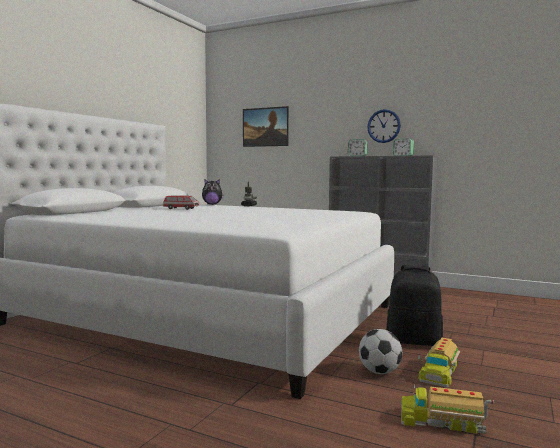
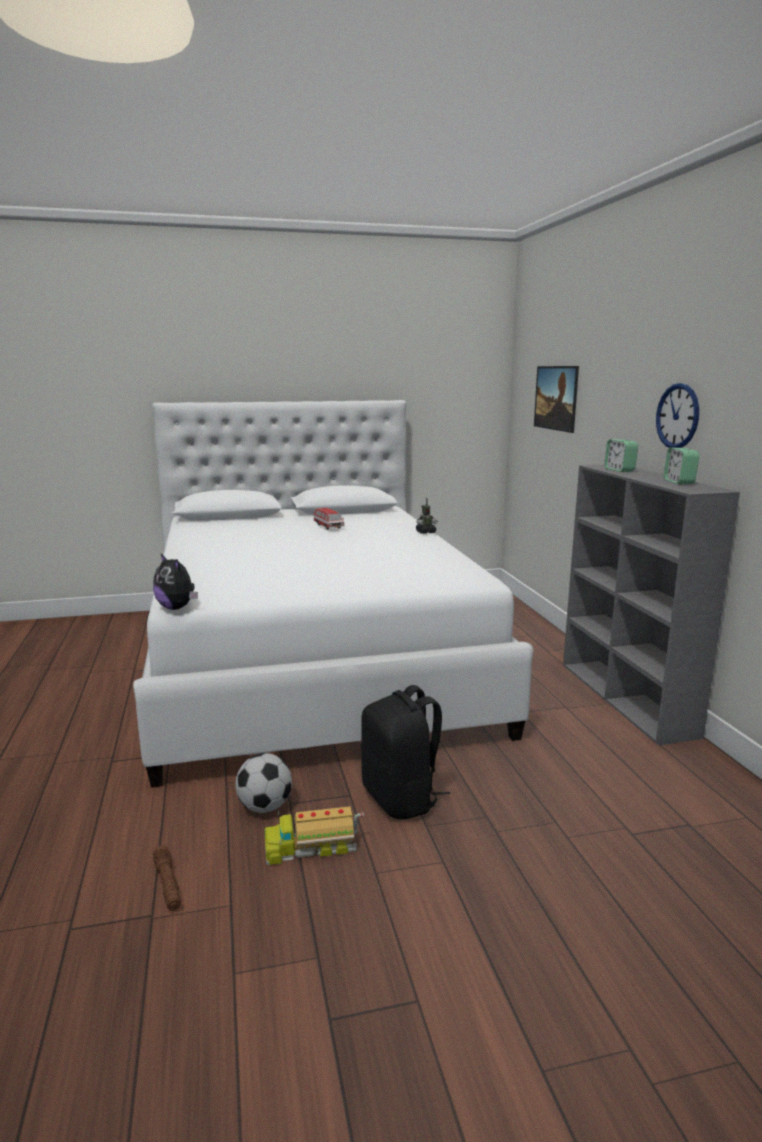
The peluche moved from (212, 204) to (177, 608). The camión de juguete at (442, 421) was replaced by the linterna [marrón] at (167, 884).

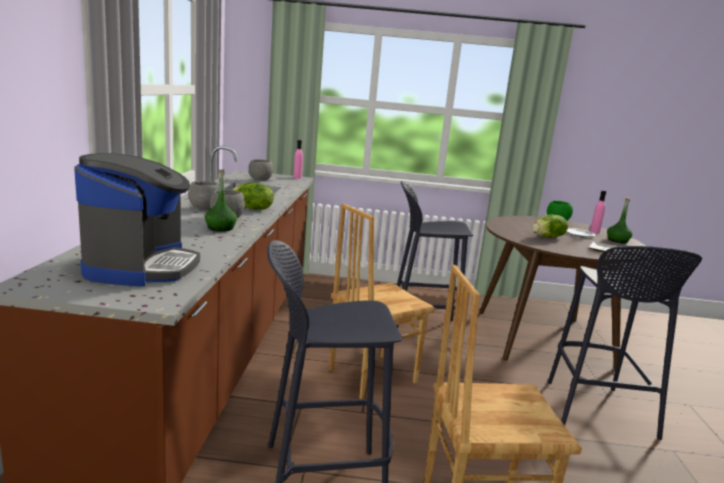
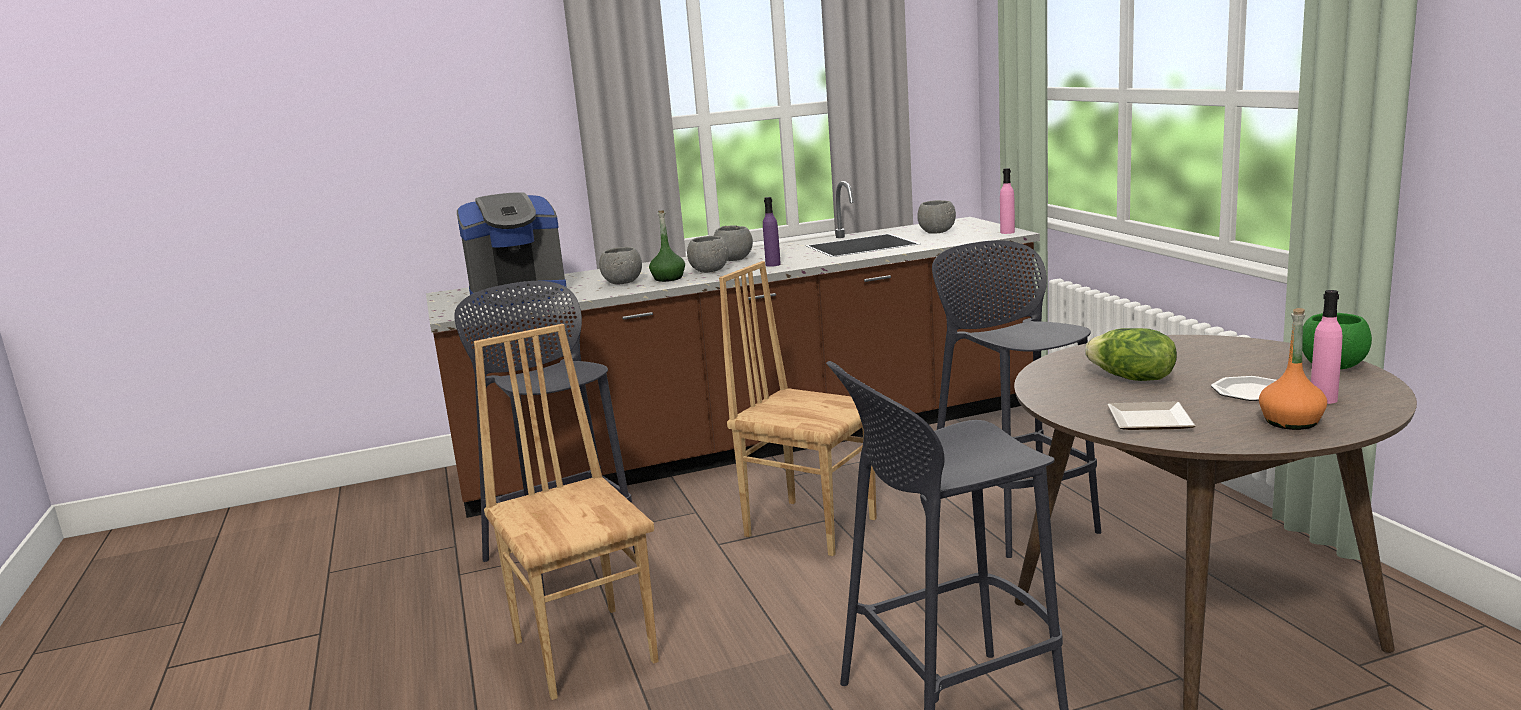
The cuenco [gris] at (623, 283) appeared. The lechuga at (252, 208) was replaced by the botella [morado] at (773, 264). The botella [verde] at (617, 241) became the botella [naranja] at (1291, 422).

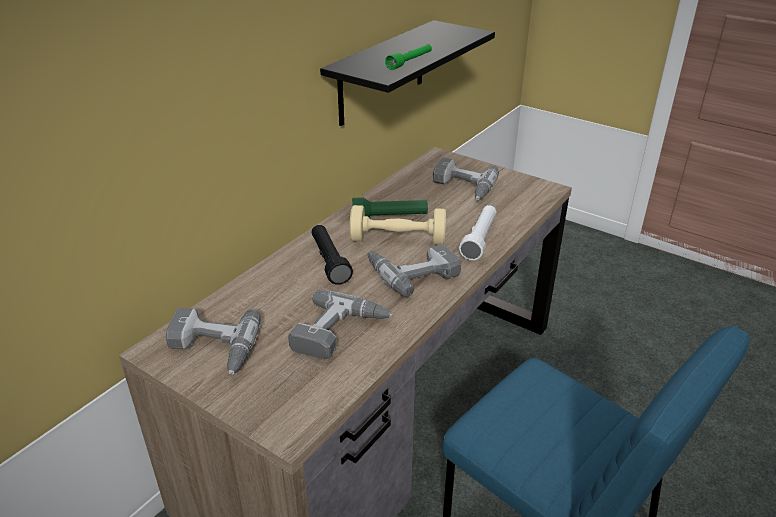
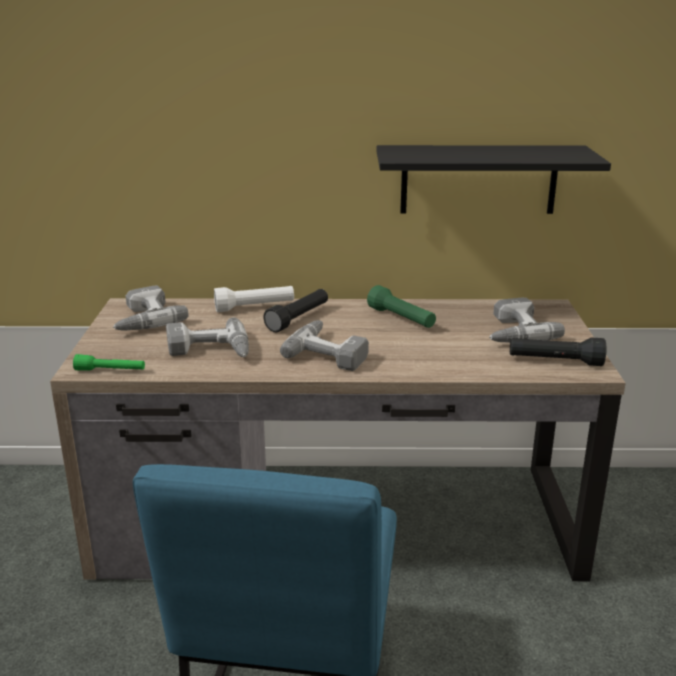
The linterna [verde] moved from (410, 62) to (110, 371). The linterna [blanco] moved from (479, 240) to (255, 307). The linterna [negro] at (555, 361) appeared. The mancuerna [beis] at (398, 240) disappeared.

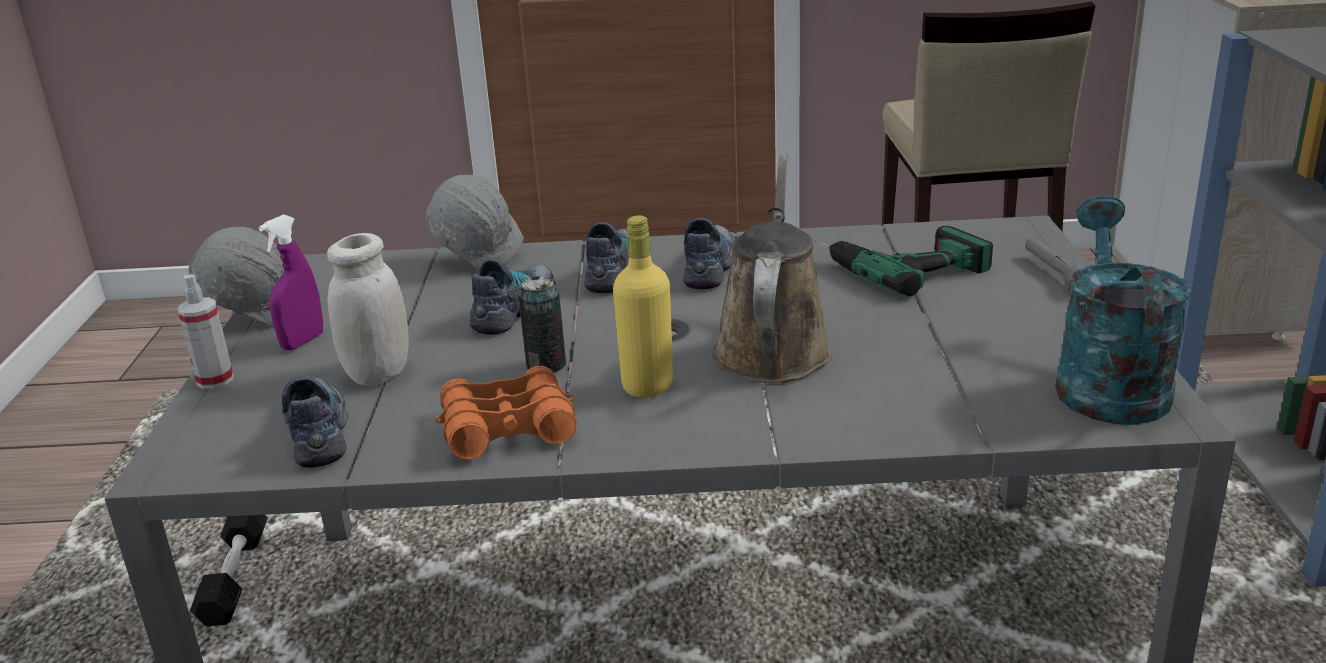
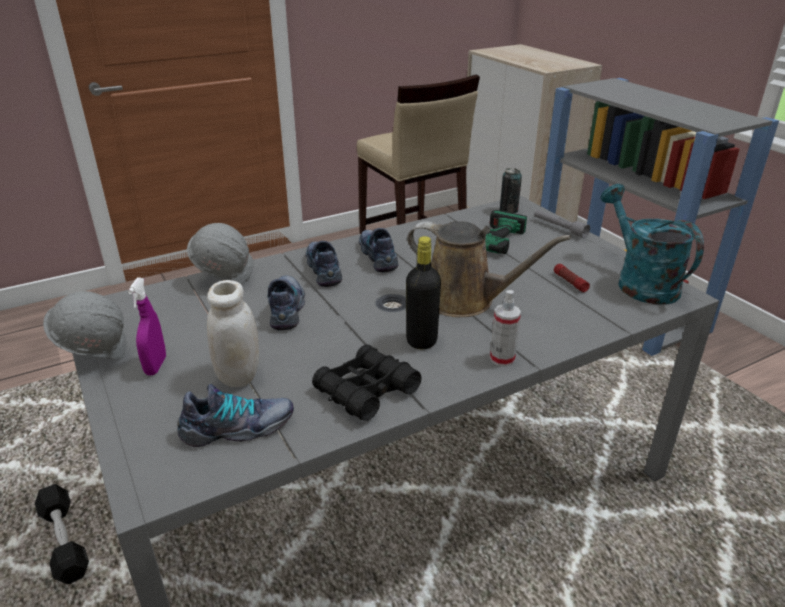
The zapato at (318, 430) turned 120 degrees clockwise. The prismáticos [naranja] at (507, 428) became the prismáticos [negro] at (366, 391). The botella [amarillo] at (647, 386) became the botella [negro] at (421, 341). The regadera [marrón] at (772, 348) turned 135 degrees clockwise. The pulverizador moved from (215, 380) to (502, 359). The lata moved from (546, 365) to (508, 210). The linterna at (569, 282) appeared.

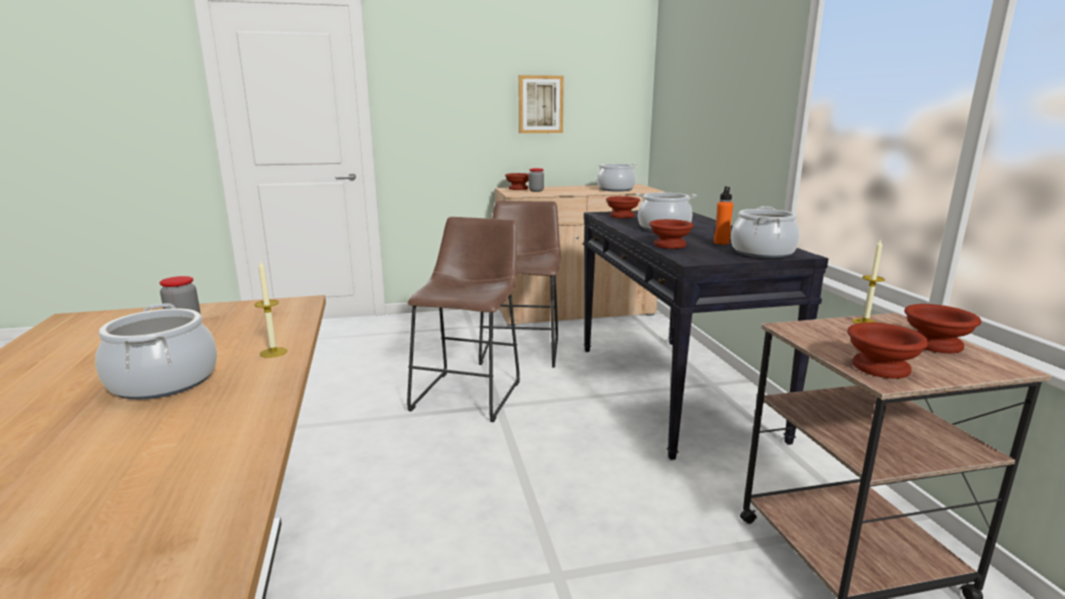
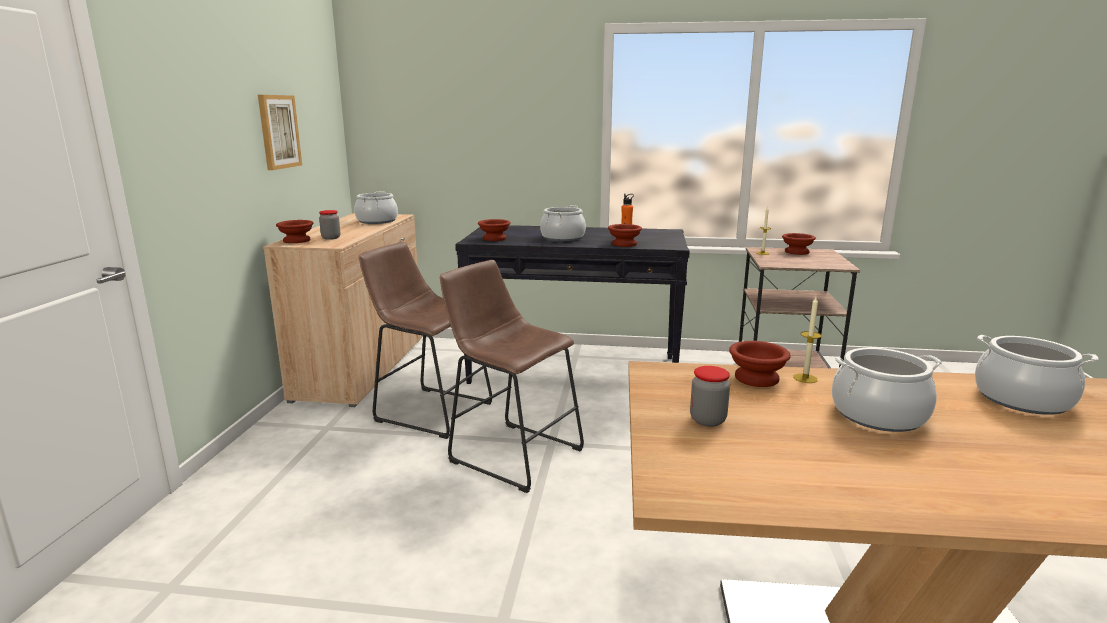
The cuenco [marrón] moved from (882, 369) to (758, 378). The olla moved from (762, 252) to (1022, 399).

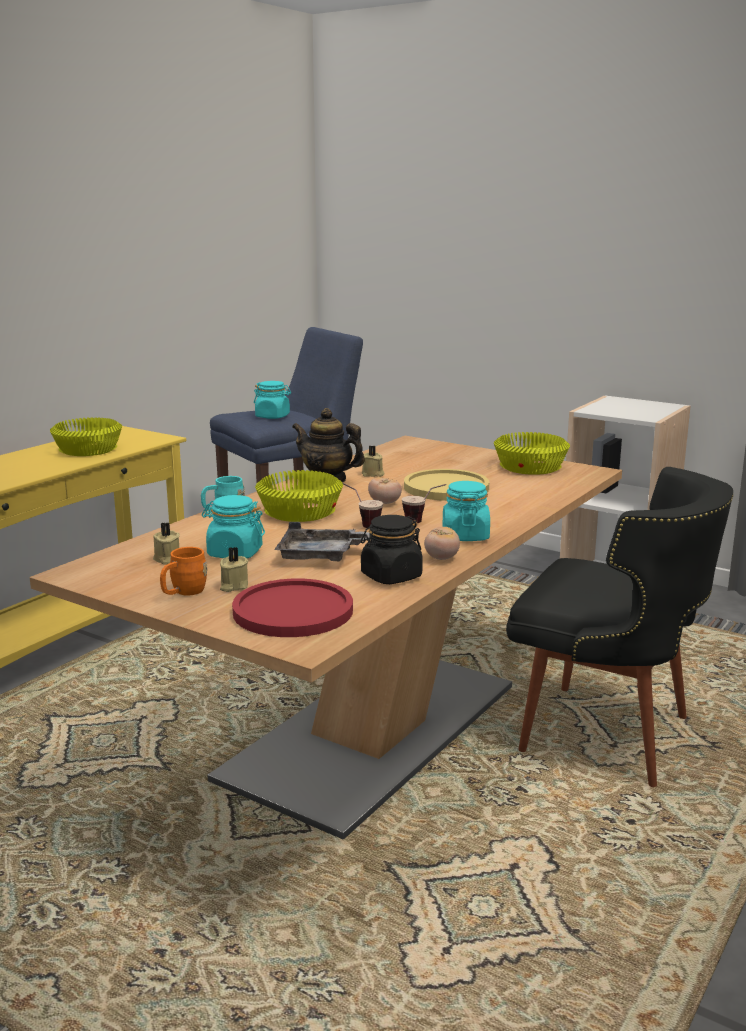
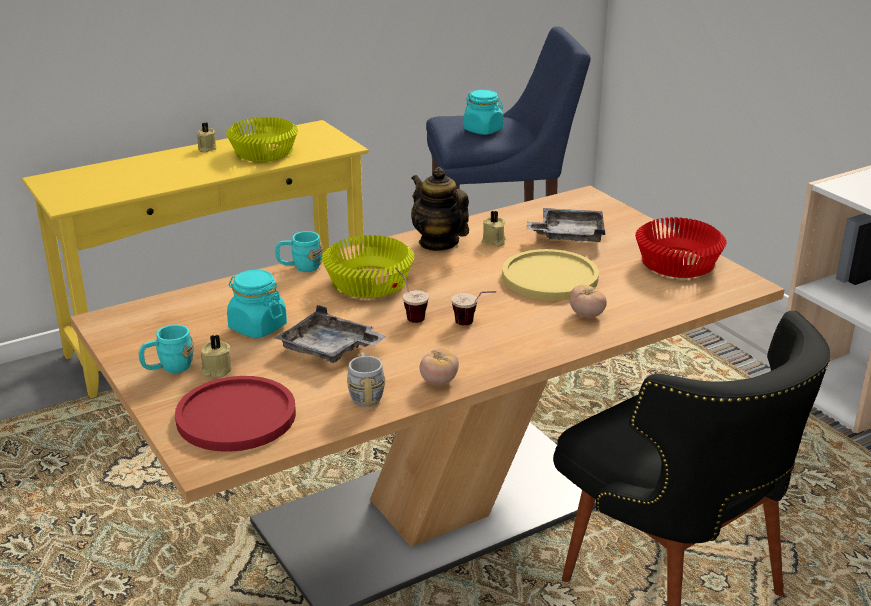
The taza grande [naranja] at (183, 593) became the taza grande [turquesa] at (168, 368). The vela [beis] moved from (167, 559) to (206, 148). The tarro [negro] at (391, 576) was replaced by the taza grande [gris] at (365, 394). The bandeja [gris] at (568, 235) appeared. The tomate moved from (384, 503) to (586, 314). The cuenco [amarillo] at (529, 467) became the cuenco [rojo] at (675, 263). The tarro [turquesa] at (465, 536) disappeared.

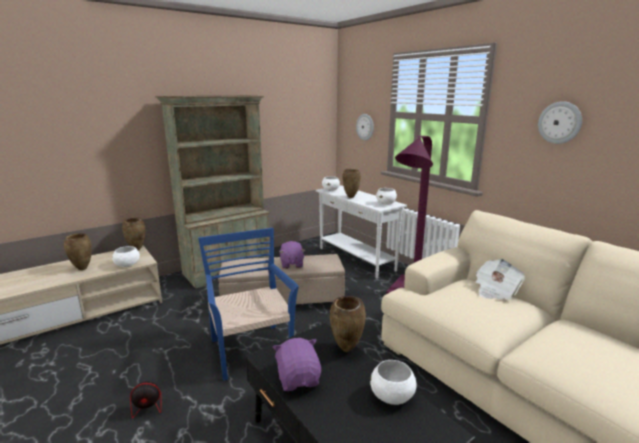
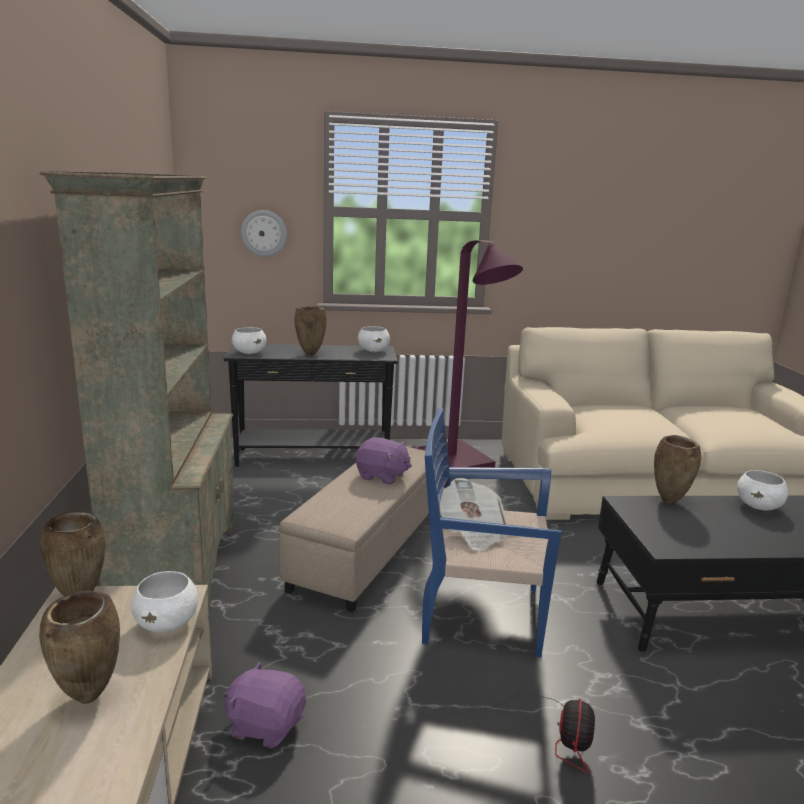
The mesa consola [blanco] at (357, 259) became the mesa consola [negro] at (314, 458). The peluche [morado] moved from (298, 379) to (265, 725). The periódico moved from (495, 290) to (472, 531). The reloj de pared at (560, 122) disappeared.

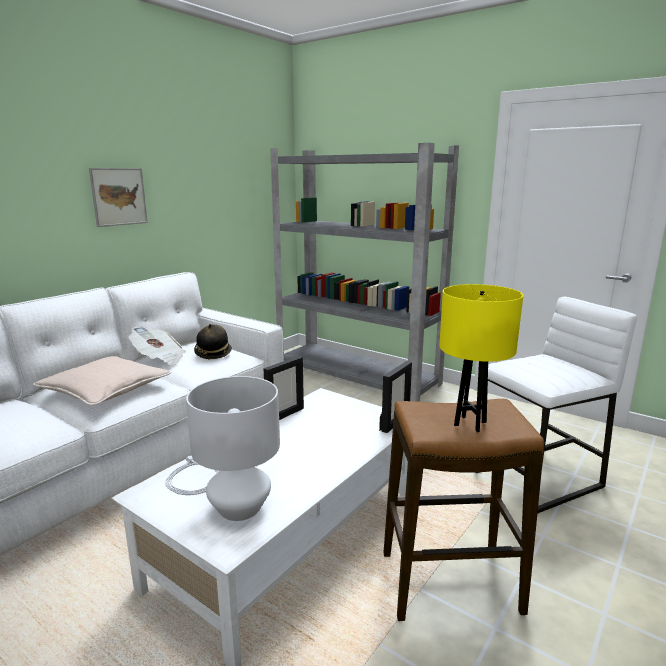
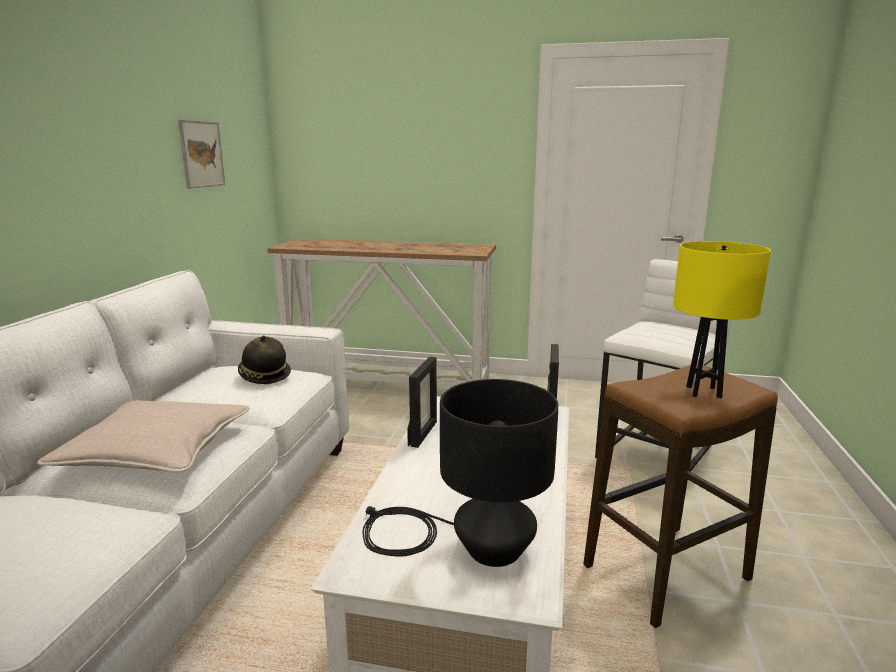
The cuadro moved from (119, 196) to (201, 154). The estantería [gris] at (356, 373) was replaced by the mesa consola at (389, 380). The lámpara de mesa [blanco] at (222, 495) became the lámpara de mesa [negro] at (456, 542). The periódico at (159, 358) disappeared.

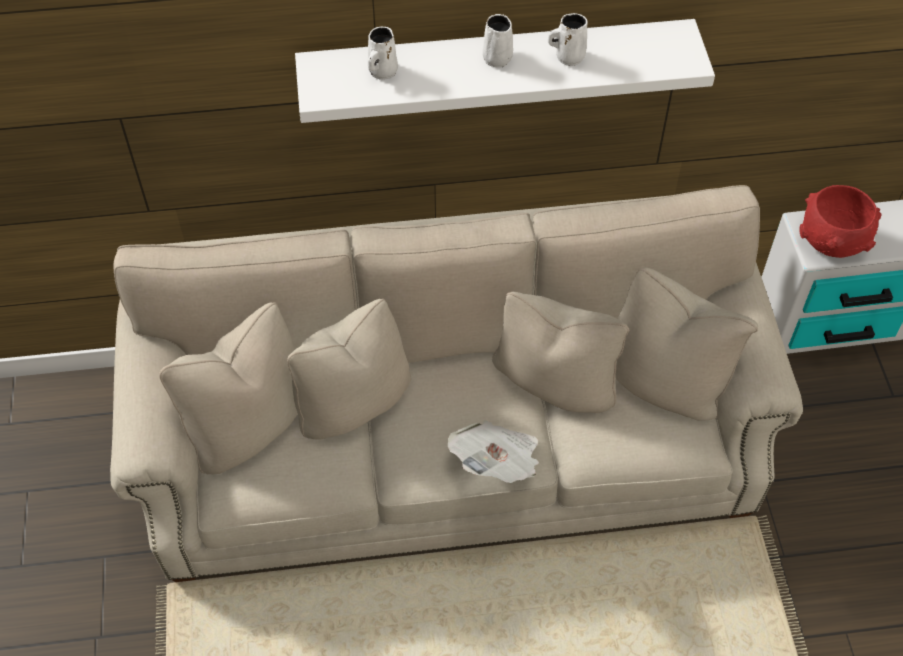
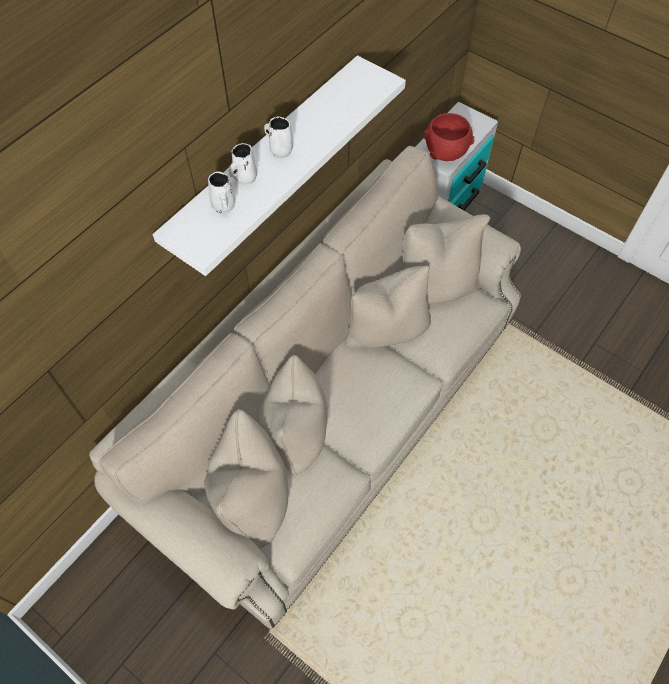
The taza grande [blanco] moved from (568, 57) to (244, 178). The periódico at (497, 462) disappeared.

